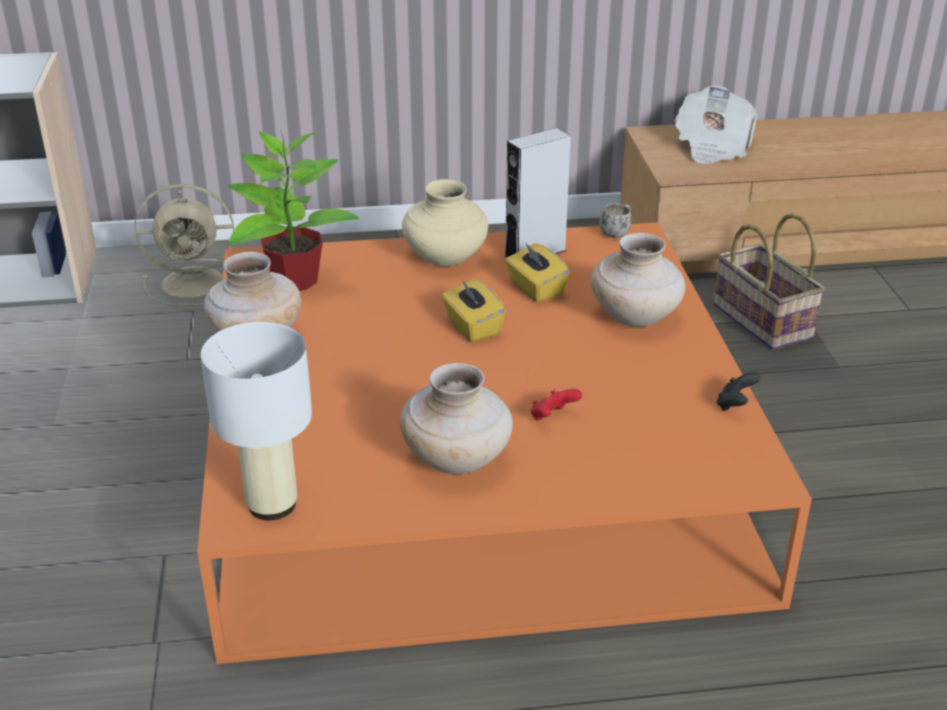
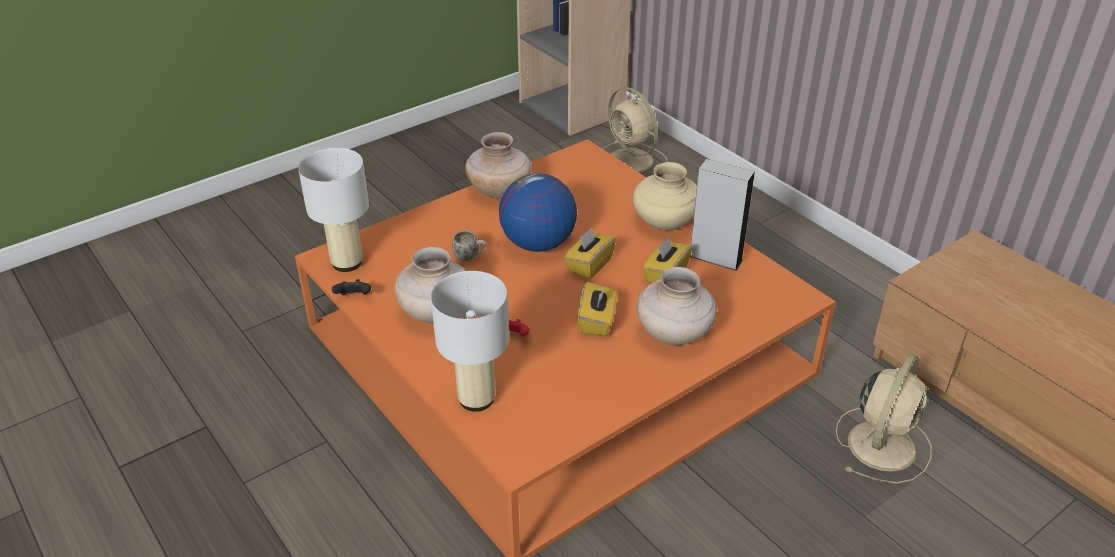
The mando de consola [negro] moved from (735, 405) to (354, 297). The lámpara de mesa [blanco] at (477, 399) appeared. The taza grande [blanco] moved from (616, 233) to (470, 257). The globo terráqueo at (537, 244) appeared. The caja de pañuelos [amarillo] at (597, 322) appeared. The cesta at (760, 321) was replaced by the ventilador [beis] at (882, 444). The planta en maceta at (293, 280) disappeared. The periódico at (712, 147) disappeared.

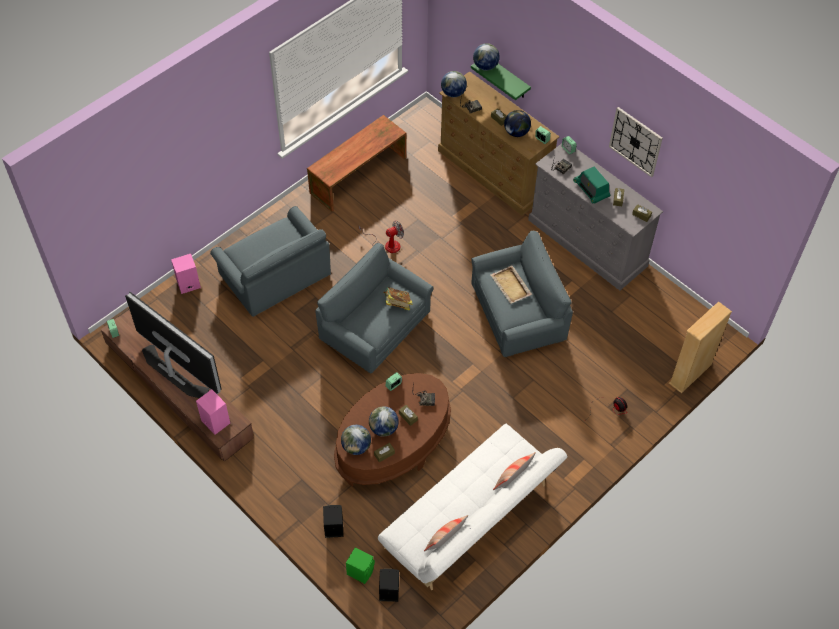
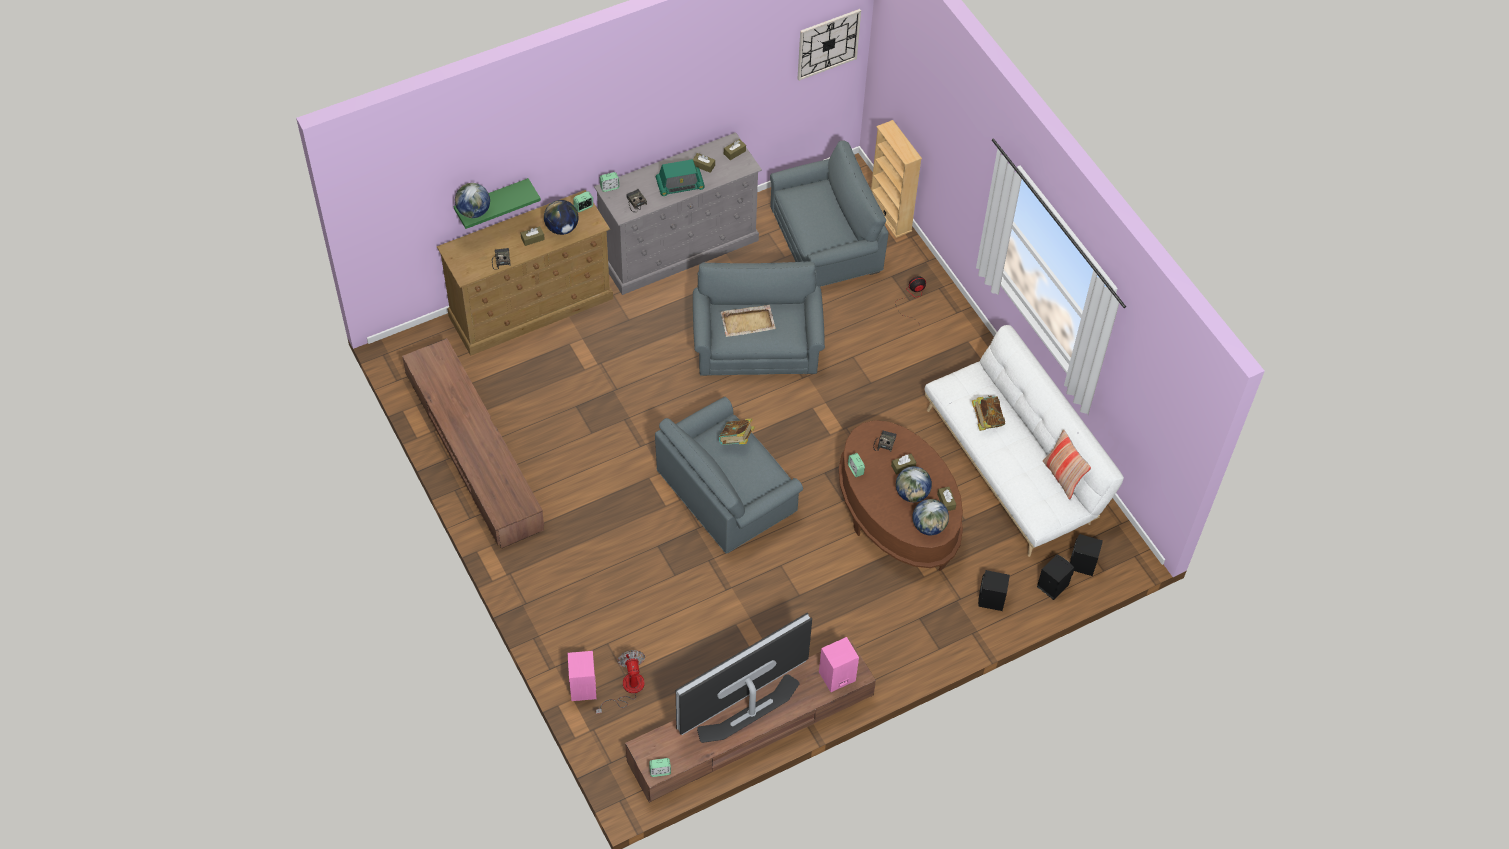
The banco [marrón] at (358, 174) was replaced by the mueble de televisión [marrón] at (473, 452). The ventilador moved from (387, 245) to (627, 689). The sillón [gris] moved from (274, 275) to (826, 242). The reloj de pared moved from (635, 141) to (828, 44). The libro at (986, 420) appeared. The altavoz [verde] at (361, 571) became the altavoz [negro] at (1052, 585). The globo terráqueo at (453, 93) disappeared. The cojín at (512, 480) disappeared.

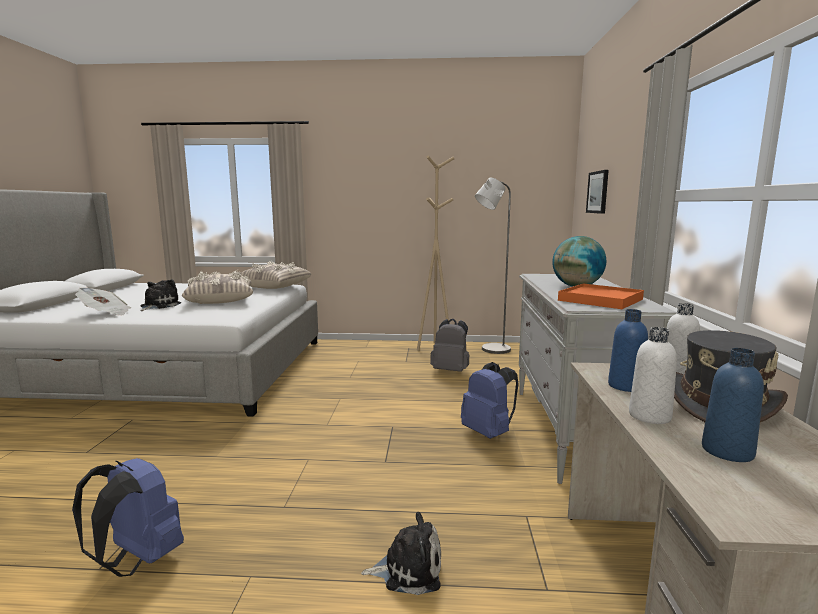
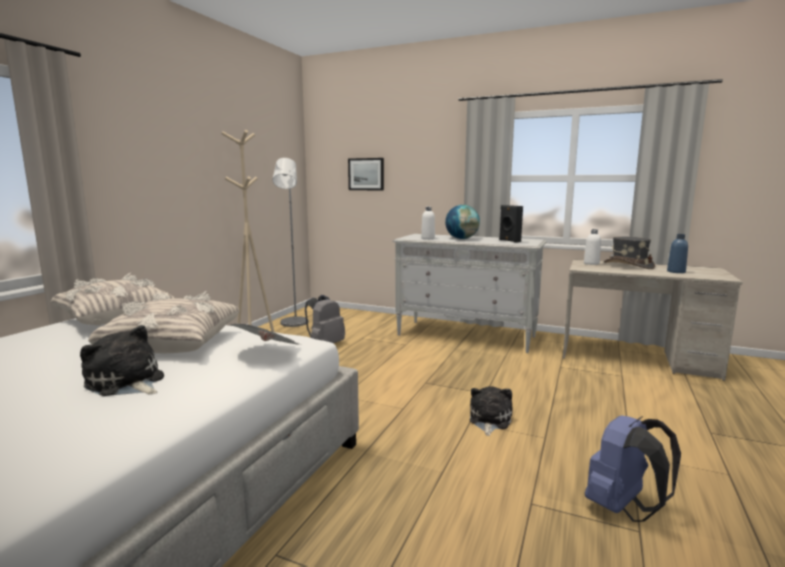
The periódico moved from (106, 313) to (269, 353). The botella [blanco] moved from (649, 416) to (428, 238). The peluche moved from (408, 569) to (489, 420). The bandeja [naranja] at (600, 300) was replaced by the altavoz [negro] at (509, 241). The mochila [azul] at (489, 433) disappeared. The botella [azul] at (625, 386) disappeared.

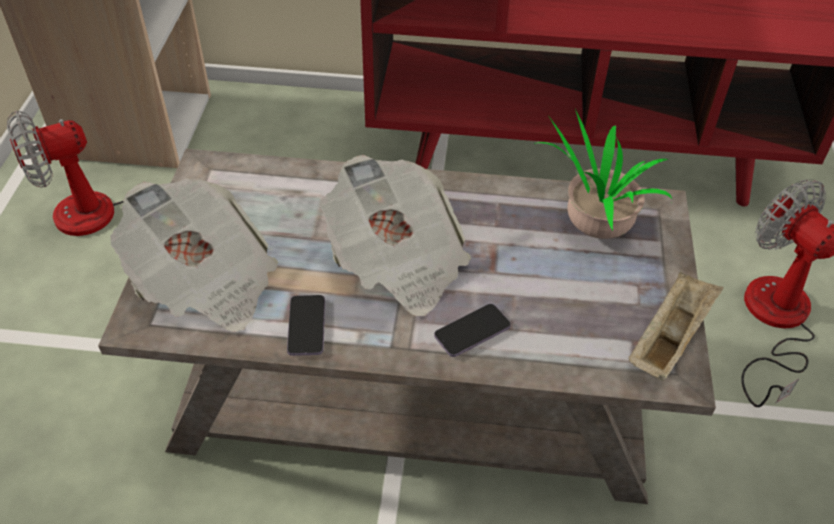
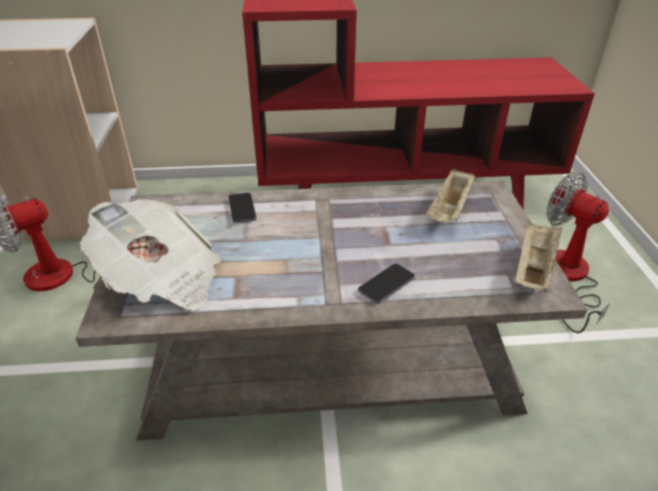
The móvil moved from (306, 326) to (242, 209). The planta en maceta at (592, 229) was replaced by the bandeja [beis] at (450, 210). The periódico at (398, 261) disappeared.

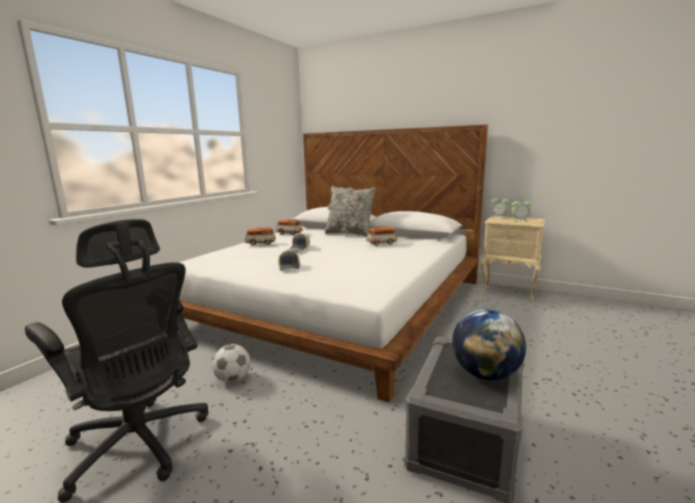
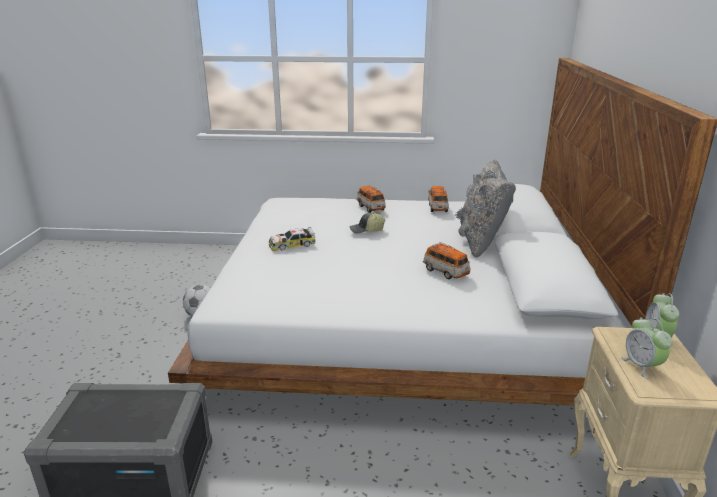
The gorra at (289, 267) was replaced by the coche de juguete at (292, 244). The silla de oficina at (139, 448) disappeared. The globo terráqueo at (485, 374) disappeared.

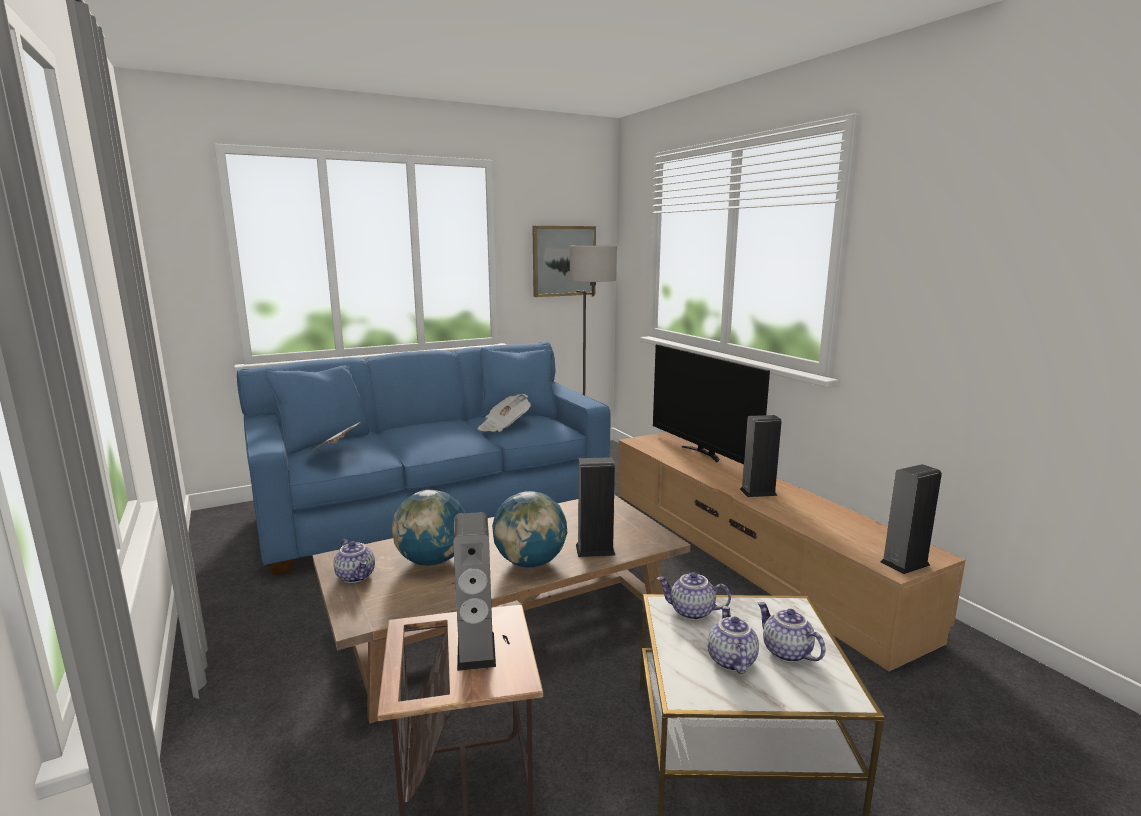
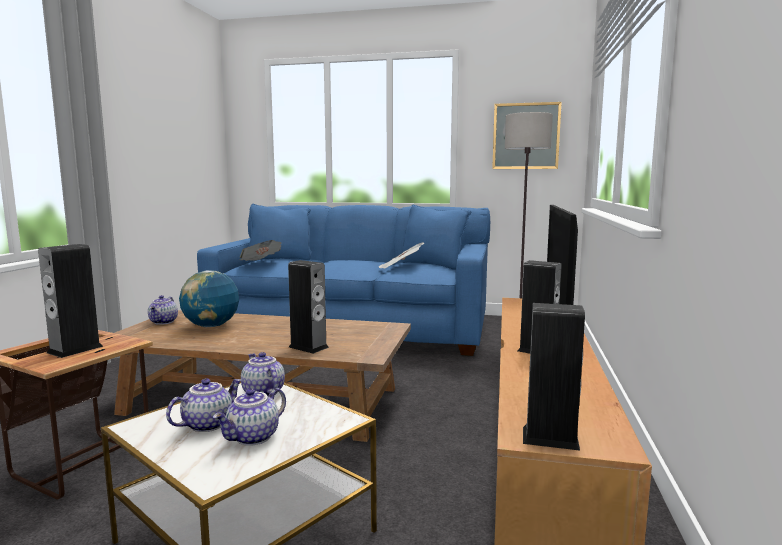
The tetera at (785, 652) turned 150 degrees counterclockwise. The globo terráqueo at (530, 562) disappeared.

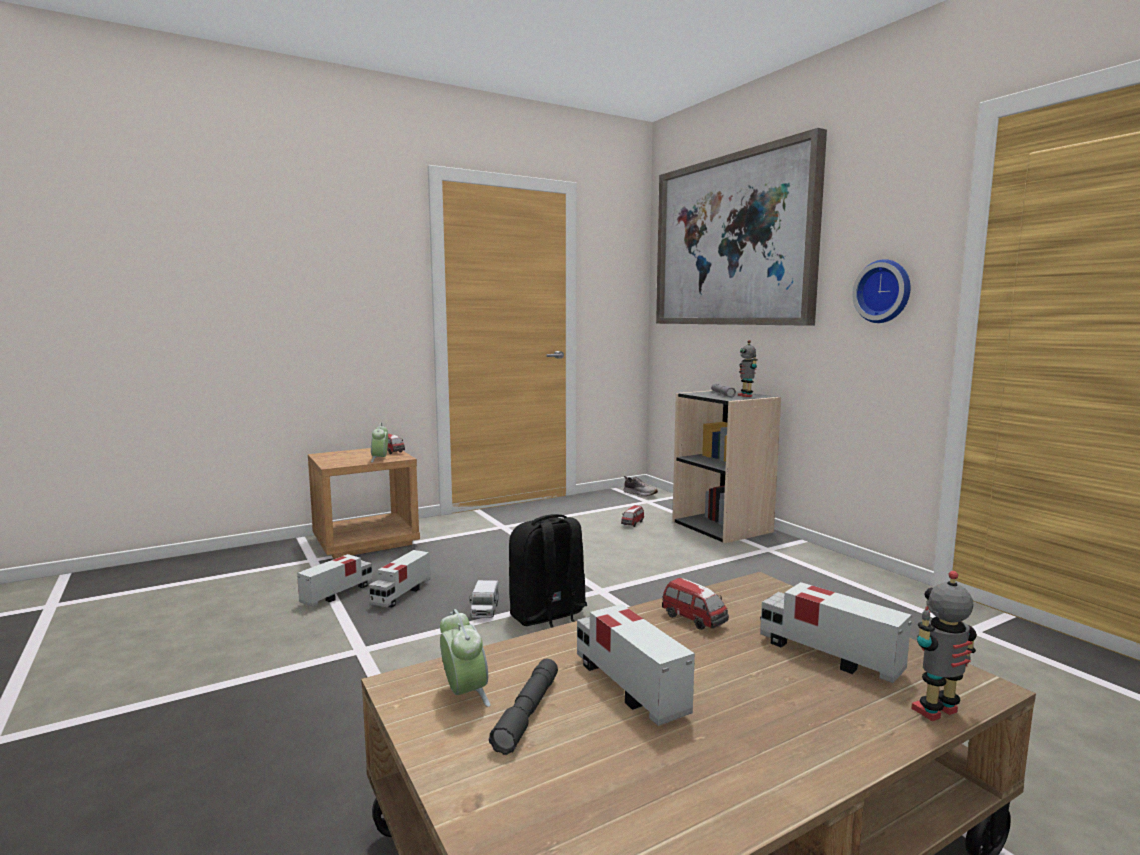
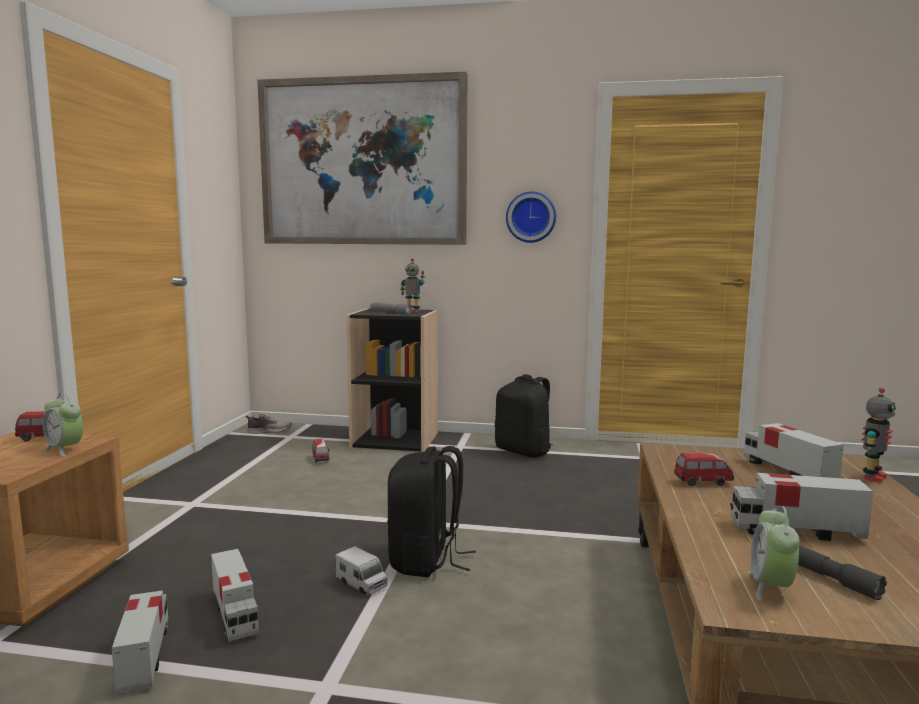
The mochila [negro] at (524, 451) appeared. The camión de juguete at (828, 655) turned 75 degrees clockwise. The despertador at (464, 694) turned 90 degrees counterclockwise. The robot de juguete at (937, 712) turned 150 degrees counterclockwise.

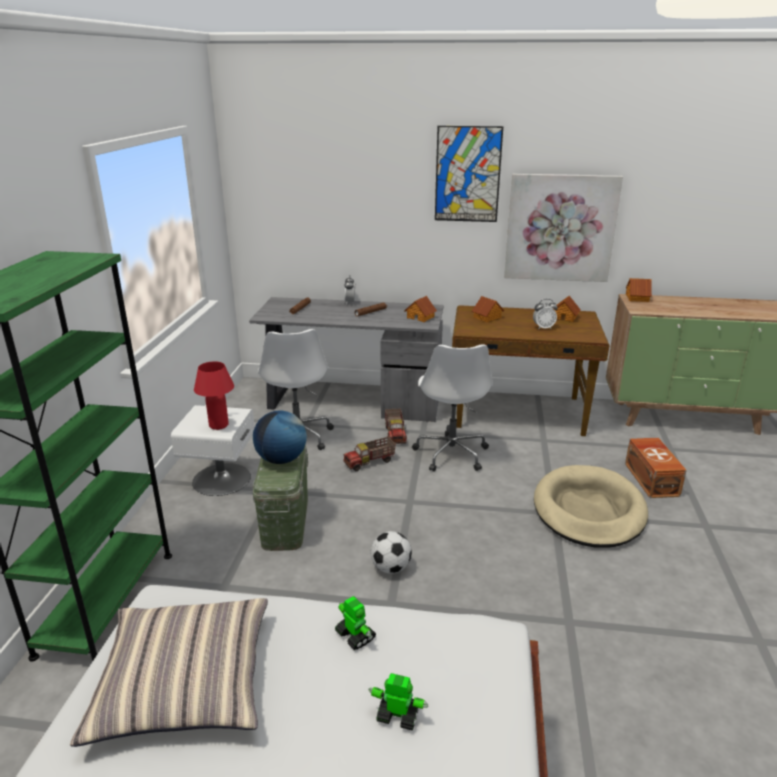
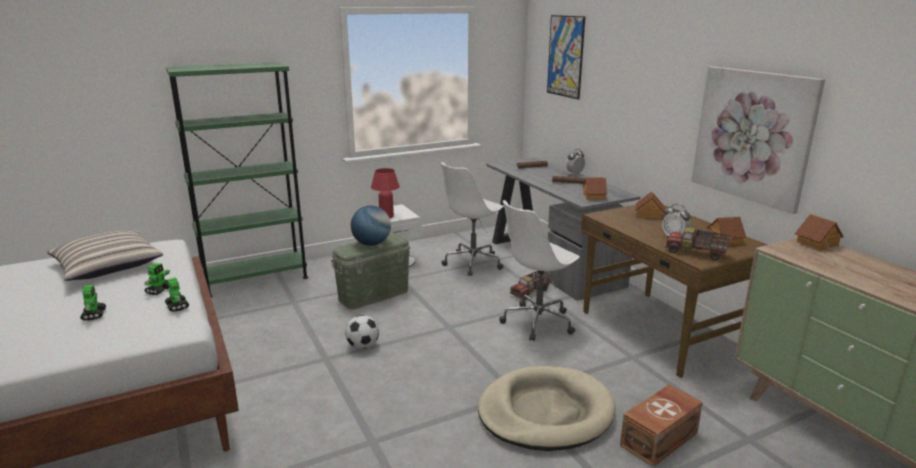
The robot de juguete at (177, 306) appeared. The cuadro moved from (467, 174) to (565, 56). The camión de juguete moved from (370, 462) to (696, 253).

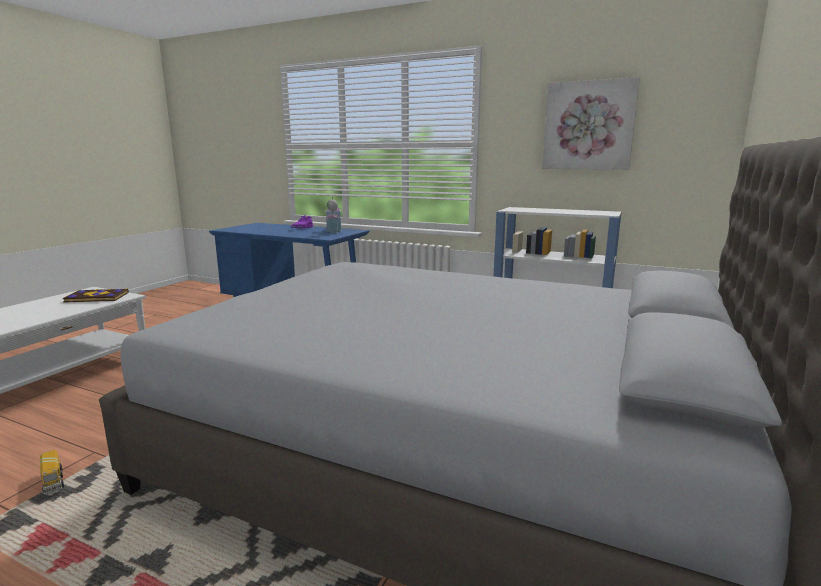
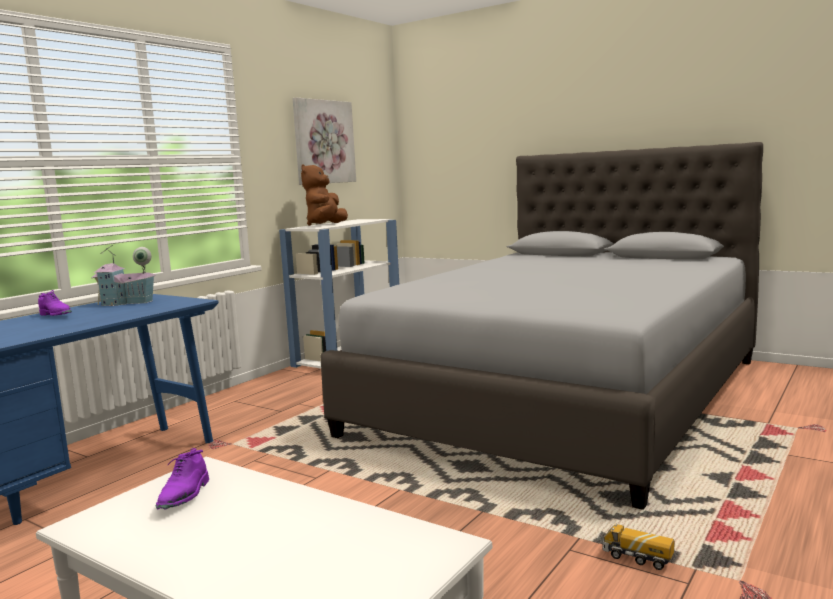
The libro at (96, 297) was replaced by the zapato [morado] at (184, 496). The peluche [marrón] at (326, 225) appeared. The camión de juguete at (53, 482) turned 120 degrees counterclockwise.

